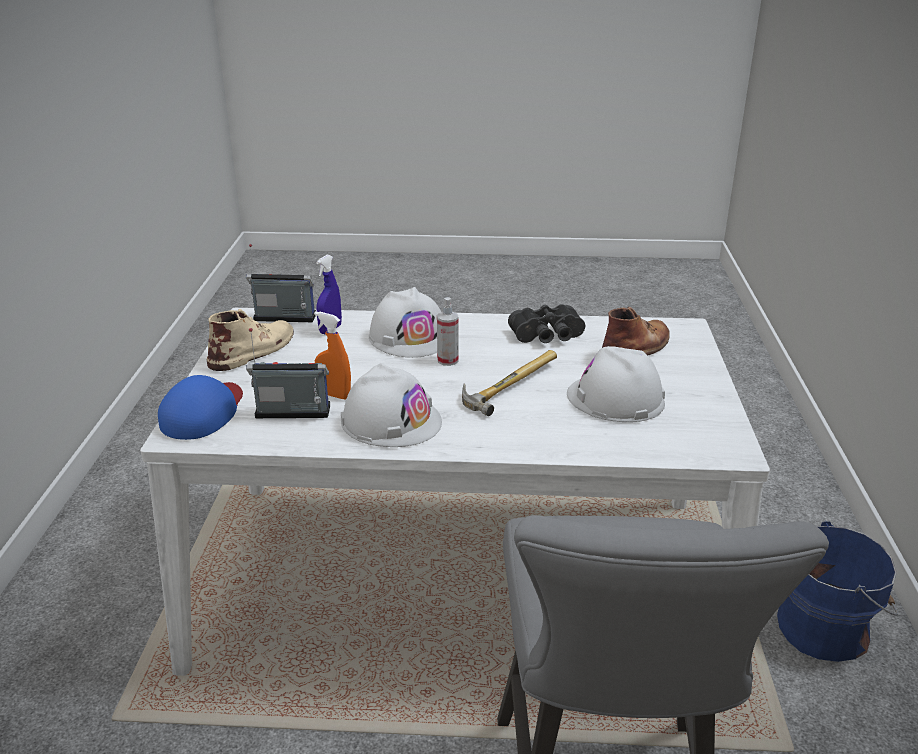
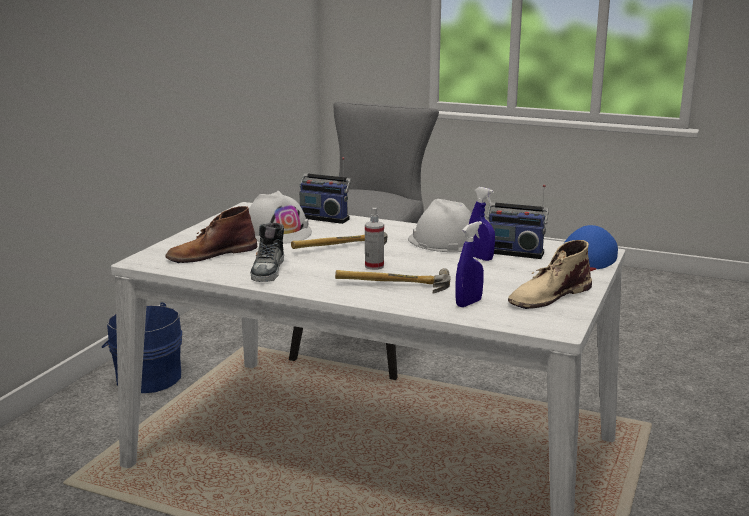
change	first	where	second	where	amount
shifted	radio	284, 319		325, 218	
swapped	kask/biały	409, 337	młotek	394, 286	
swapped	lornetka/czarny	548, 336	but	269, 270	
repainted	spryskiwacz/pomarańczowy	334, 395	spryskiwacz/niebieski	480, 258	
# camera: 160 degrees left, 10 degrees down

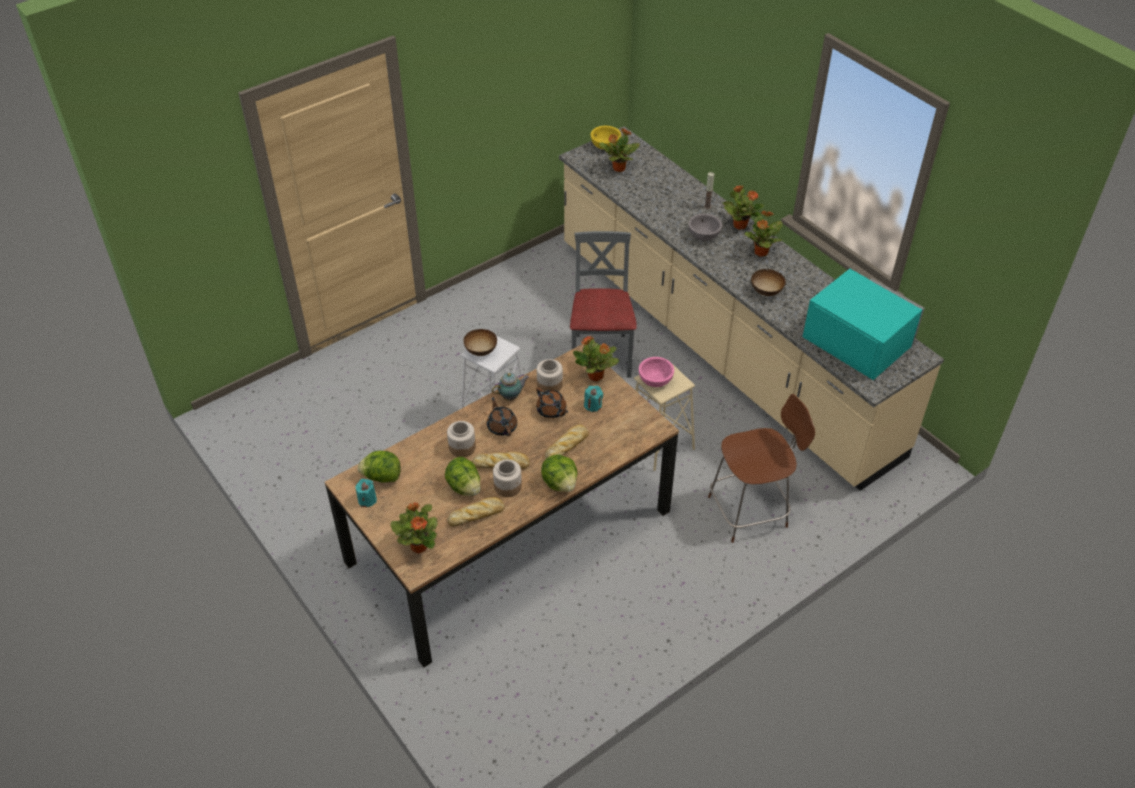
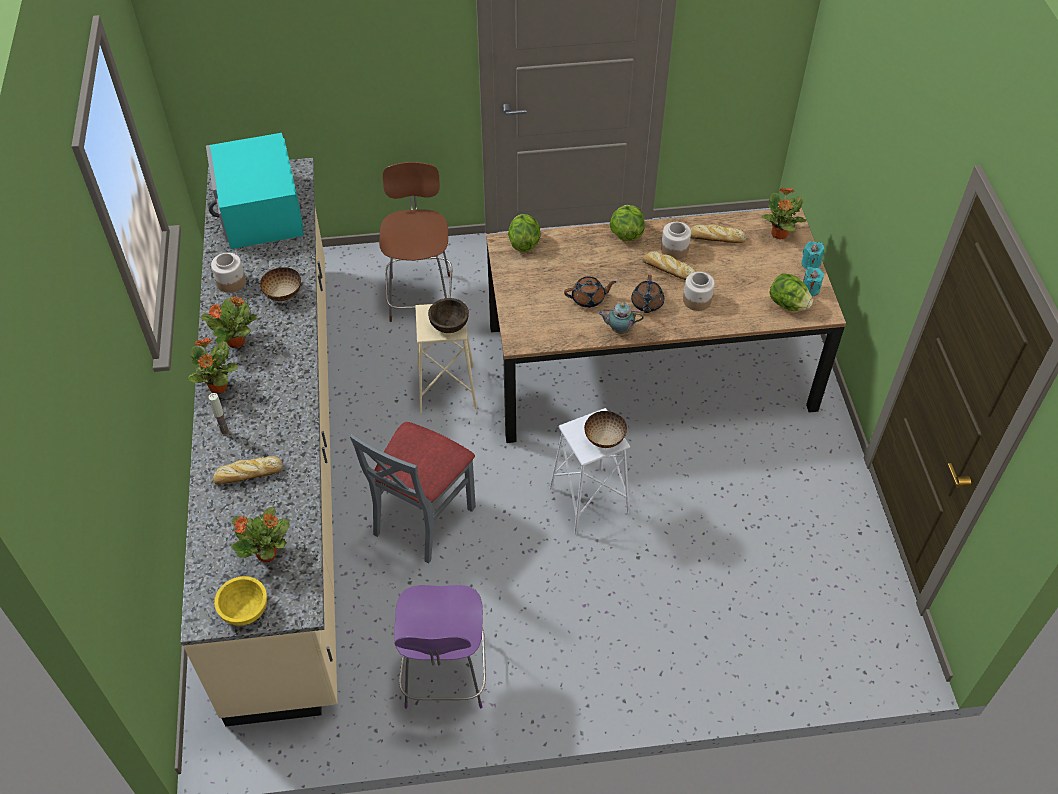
change	first	where	second	where	amount
gone	miska/szary	704, 235			
gone	roślina doniczkowa	596, 376			
repainted	miska/różowy	655, 380	miska/brązowy	449, 325	
shifted	słoik	549, 385		231, 282	
shifted	świeca/turkusowy	593, 405		810, 263	
rotated	imbryk/brązowy	551, 411		588, 299	90 degrees clockwise
rotated	krzesło/brązowy	750, 511		420, 295	75 degrees clockwise
shifted	chleb	567, 445		247, 475	
shifted	sałata	464, 487		523, 242	
new			krzesło/fioletowy	444, 676	
# camera: 150 degrees left, 5 degrees up

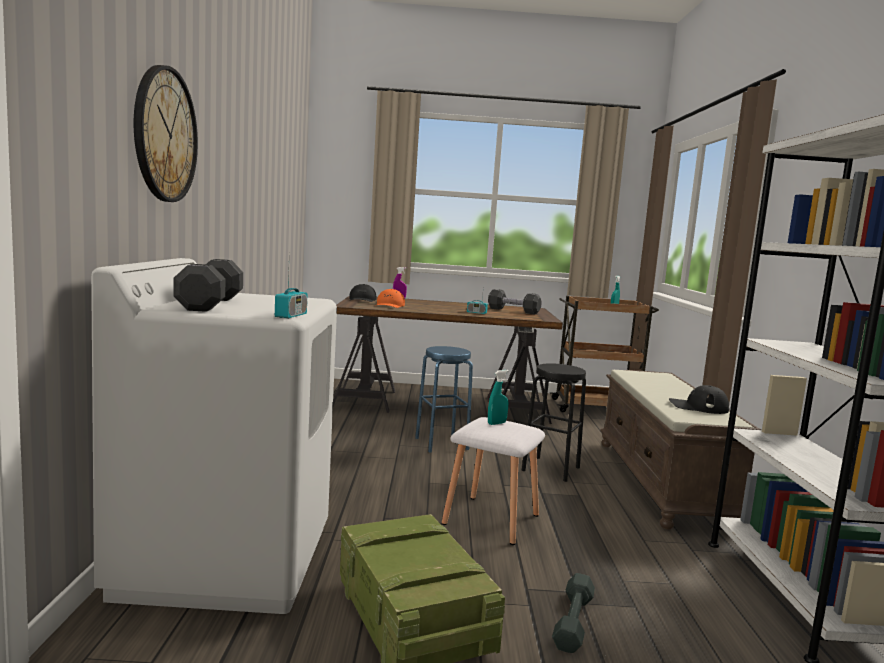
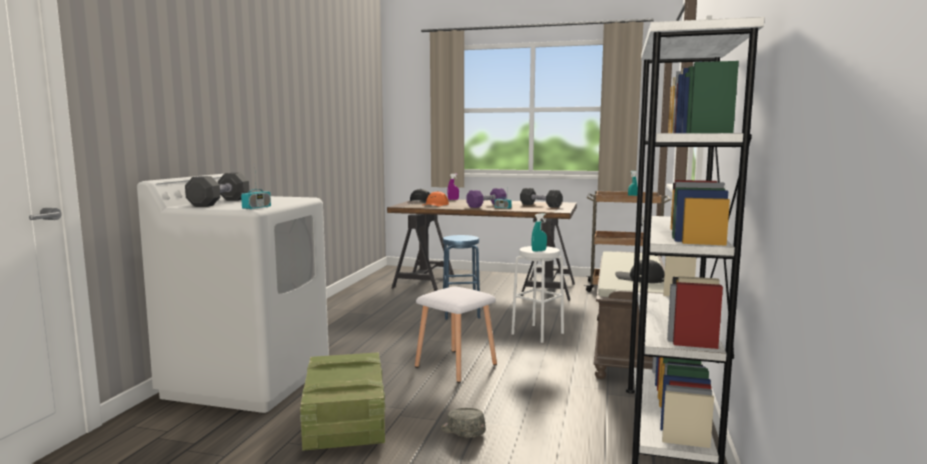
change	first	where	second	where	amount
gone	zegar ścienny	165, 135			
repainted	stołek/czarny	551, 469	stołek/biały	537, 333	
shifted	spryskiwacz/turkusowy	496, 423		539, 251	
swapped	hantel/szary	573, 621	czapka z daszkiem/szary	462, 431	
new			hantel/fioletowy	486, 206	
# camera: 15 degrees right, 0 degrees up

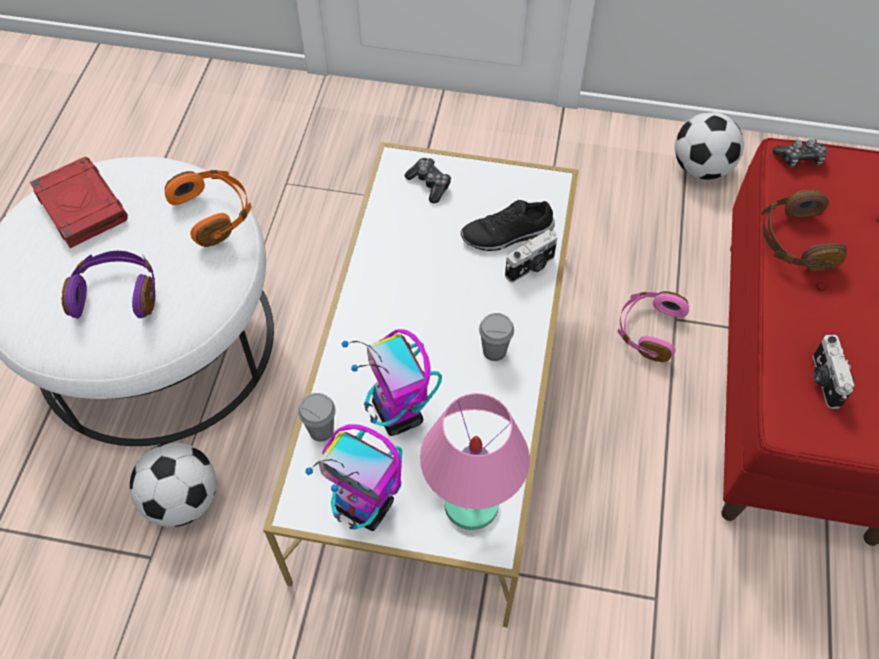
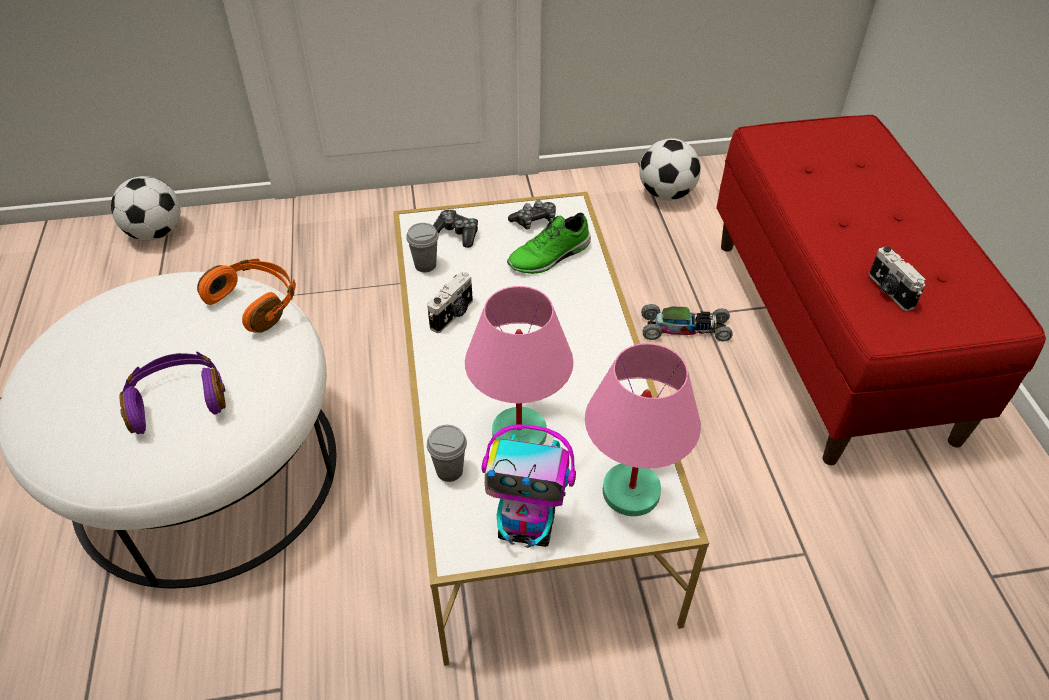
change	first	where	second	where	amount
shifted	pad do gier	799, 159		534, 221	
gone	książka/czerwony	80, 206			
gone	słuchawki/brązowy	794, 241			
repainted	but/czarny	507, 235	but/zielony	550, 257	
shifted	aparat fotograficzny	531, 267		453, 315	
swapped	słuchawki/różowy	648, 330	samochodzik	685, 329	
shifted	filiżanka/szary	494, 351		425, 265	
swapped	robot zabawkowy	398, 414	lampa stołowa/różowy	520, 433	
shifted	piłka futbolowa	182, 500		155, 233	
# camera: 20 degrees left, 10 degrees down

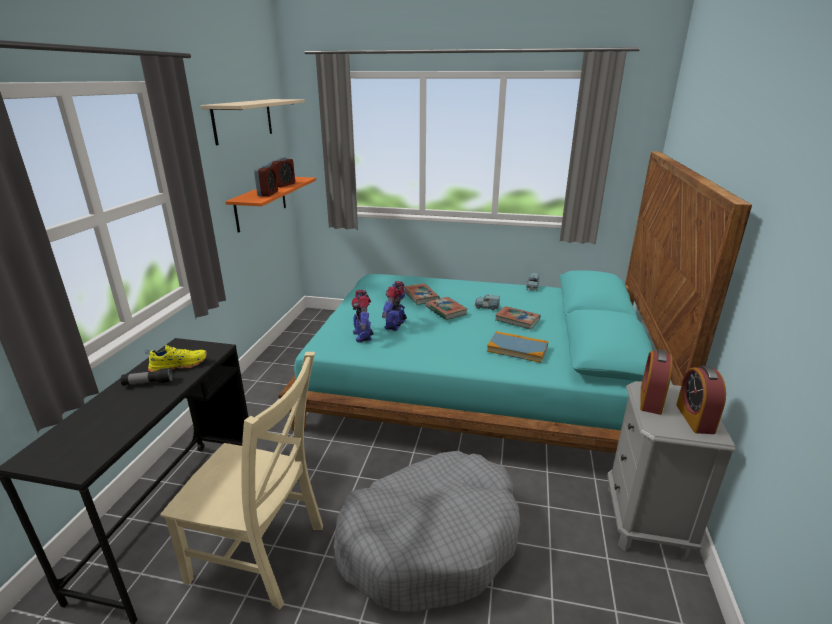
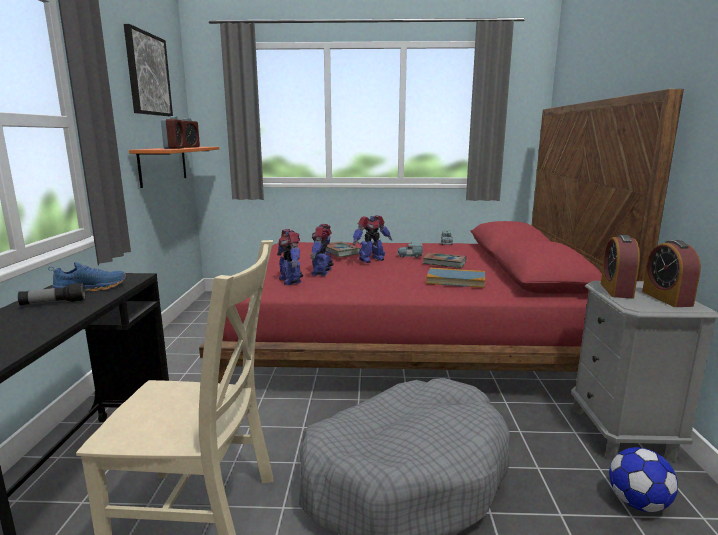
change	first	where	second	where	amount
swapped	półka/beżowy	243, 120	obraz	147, 74	
repainted	łóżko/turkusowy	476, 384	łóżko/czerwony	405, 338	
swapped	książka	446, 311	robot zabawkowy	371, 260	
repainted	but/żółty	179, 365	but/niebieski	90, 289	
new			piłka futbolowa	638, 503	
# camera: 10 degrees left, 10 degrees down

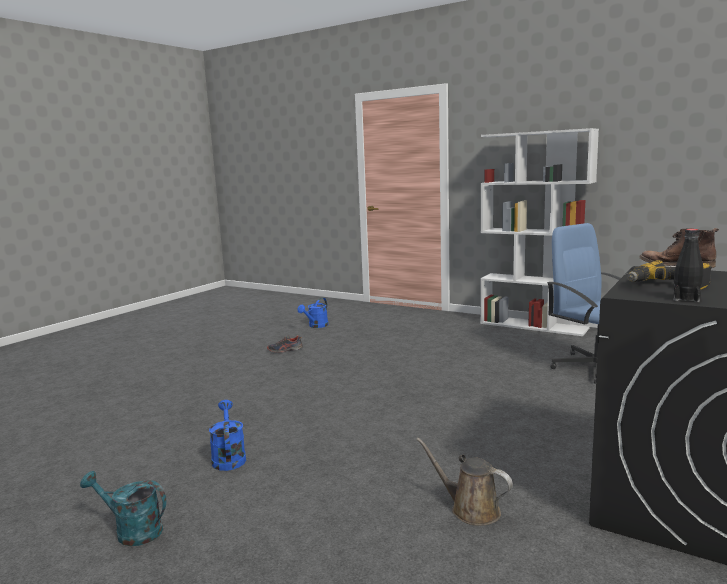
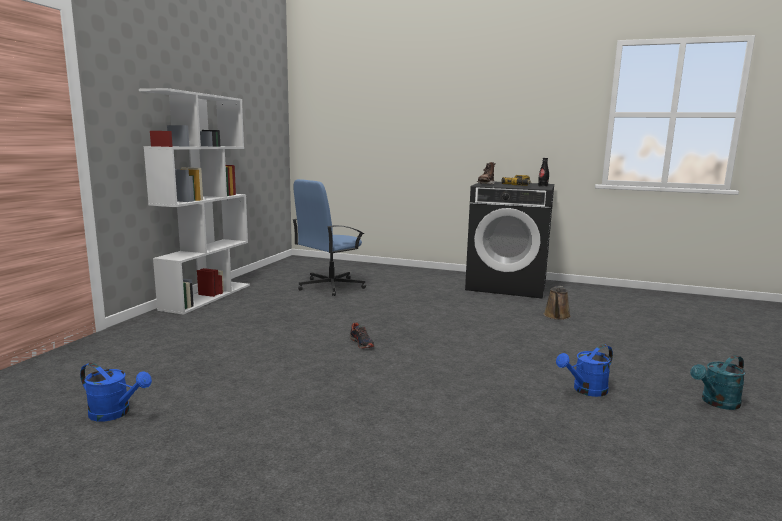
change	first	where	second	where	amount
shifted	but	285, 350		362, 343	
rotated	konewka/turkusowy	132, 531		716, 403	60 degrees clockwise
# camera: 105 degrees left, 0 degrees up

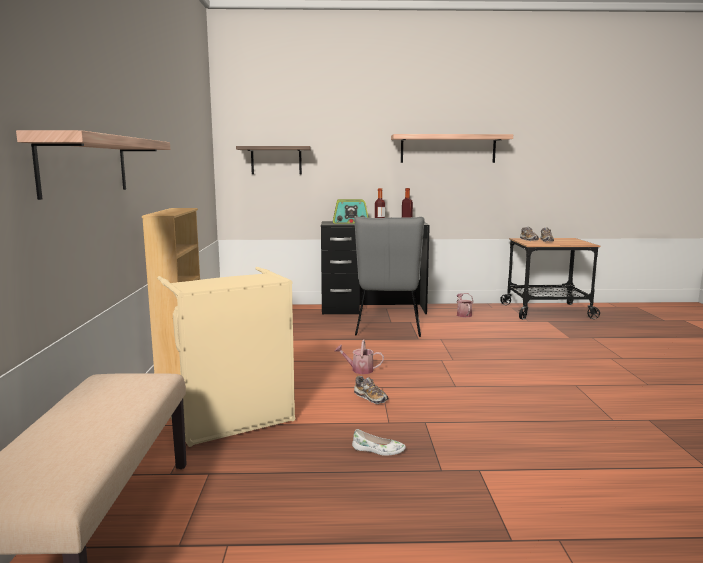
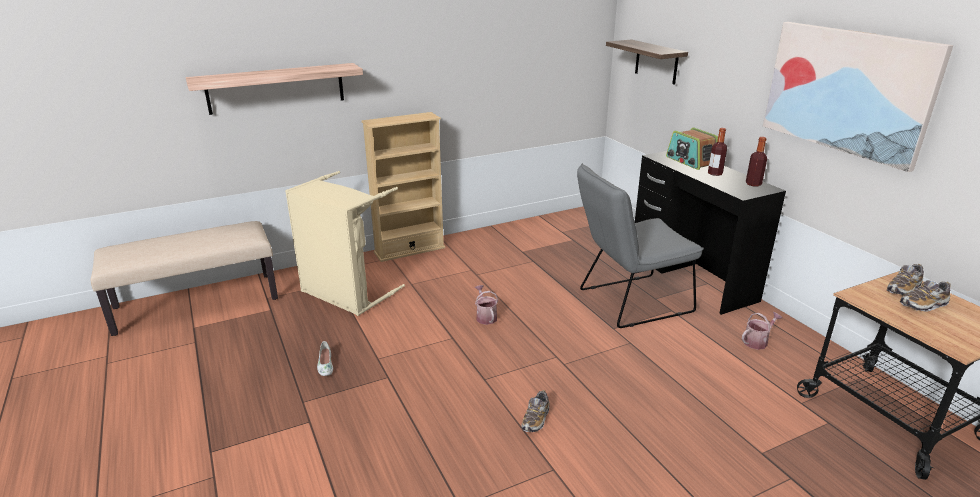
change	first	where	second	where	amount
swapped	półka	448, 149	obraz	847, 91	
shifted	but	370, 398		536, 419	
# camera: 65 degrees right, 15 degrees up

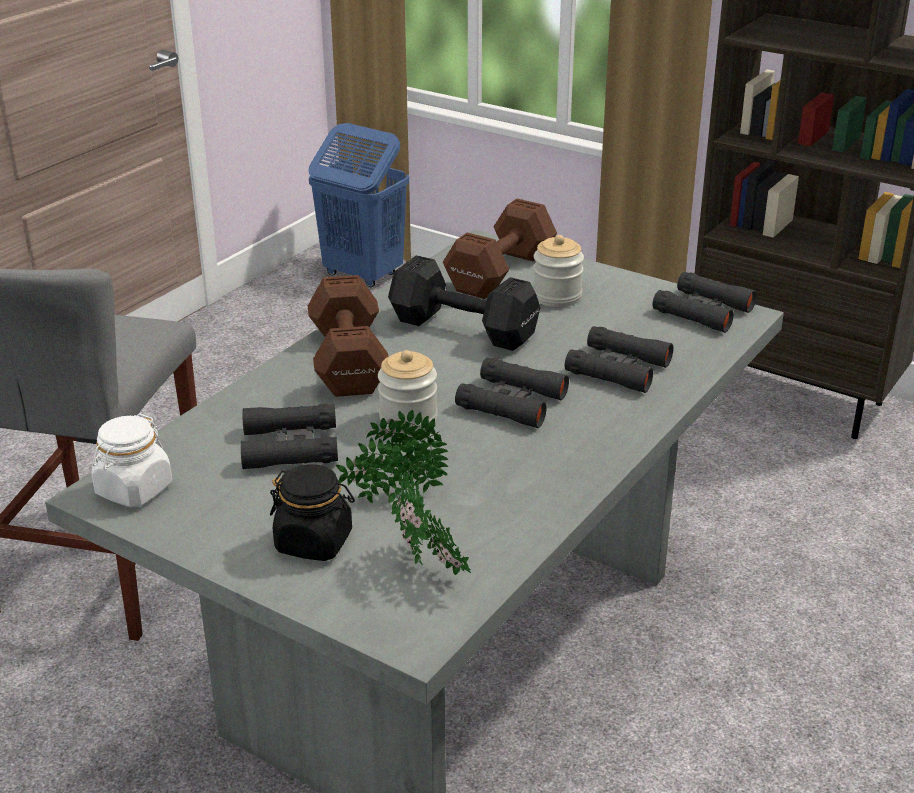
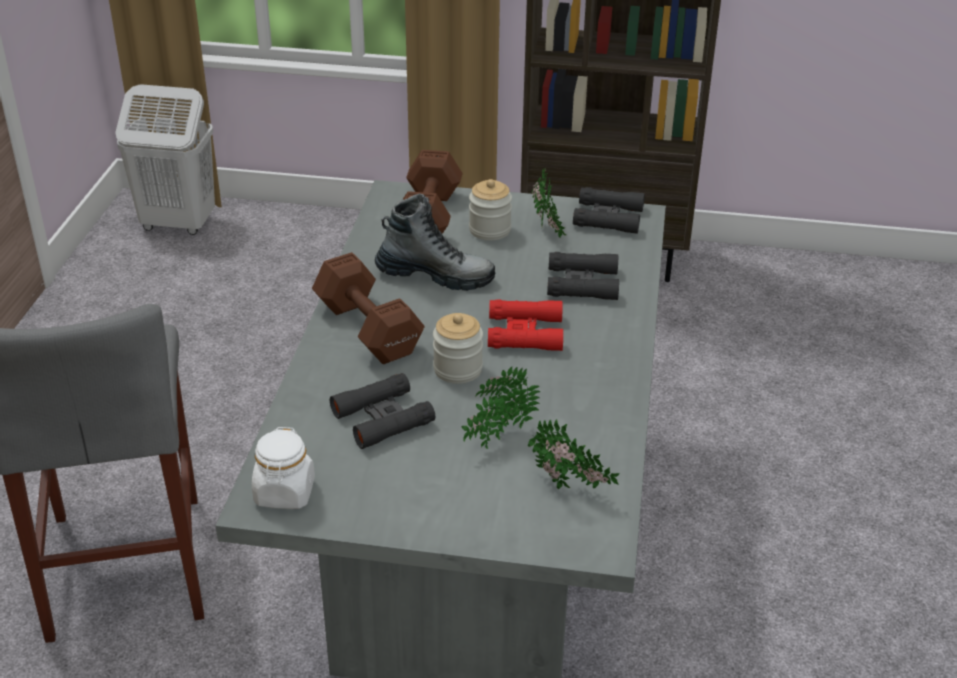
change	first	where	second	where	amount
repainted	kosz na pranie/niebieski	362, 275	kosz na pranie/biały	177, 224	
swapped	hantel/czarny	461, 327	but z cholewką	435, 276	
repainted	lornetka/czarny	512, 402	lornetka/czerwony	525, 333	
gone	słoik/czarny	314, 542			
new			roślina doniczkowa	547, 232	
# camera: 25 degrees left, 5 degrees up

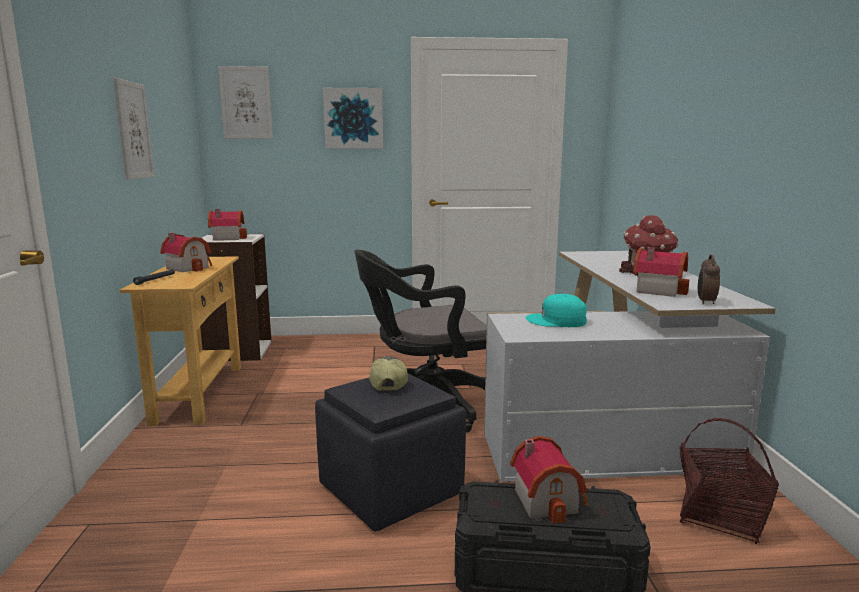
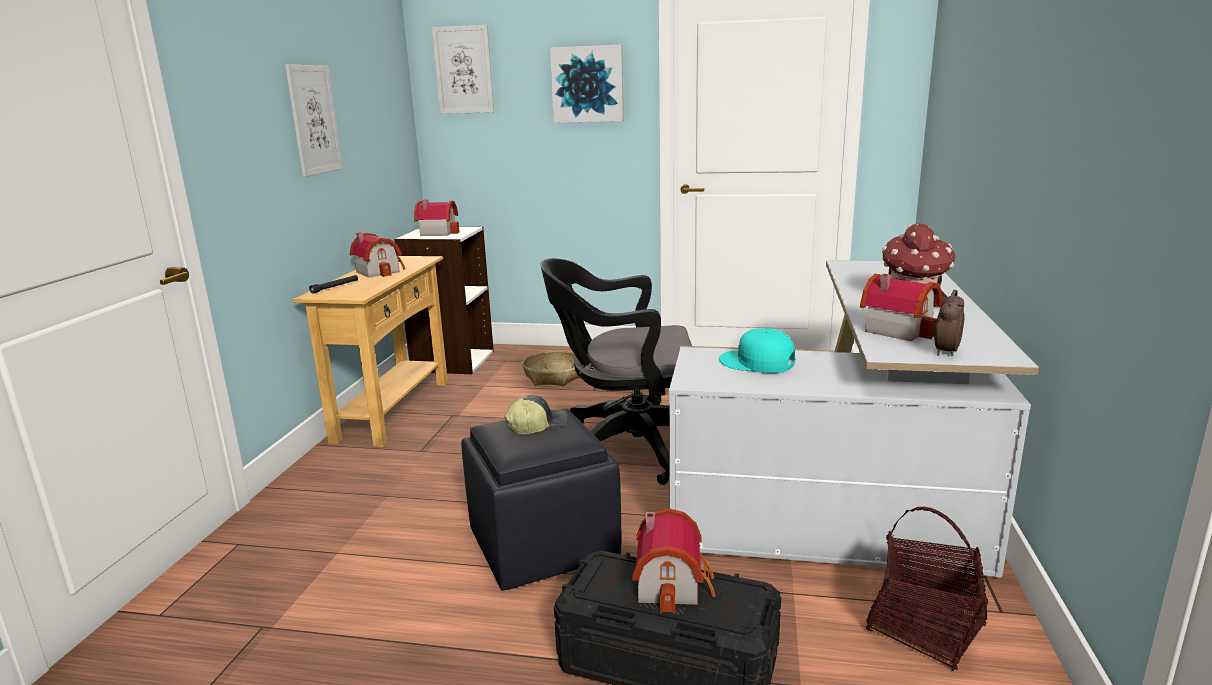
change	first	where	second	where	amount
rotated	czapka z daszkiem	387, 383		537, 426	45 degrees clockwise
new			koszyk	554, 376	
# camera: 15 degrees right, 5 degrees up

